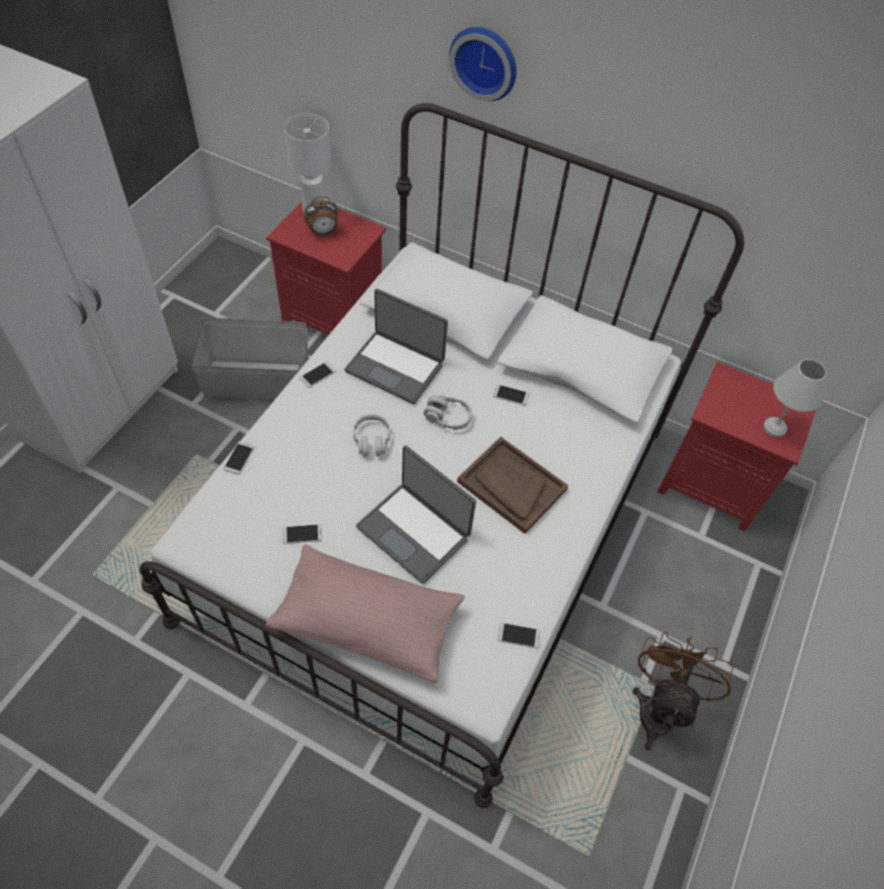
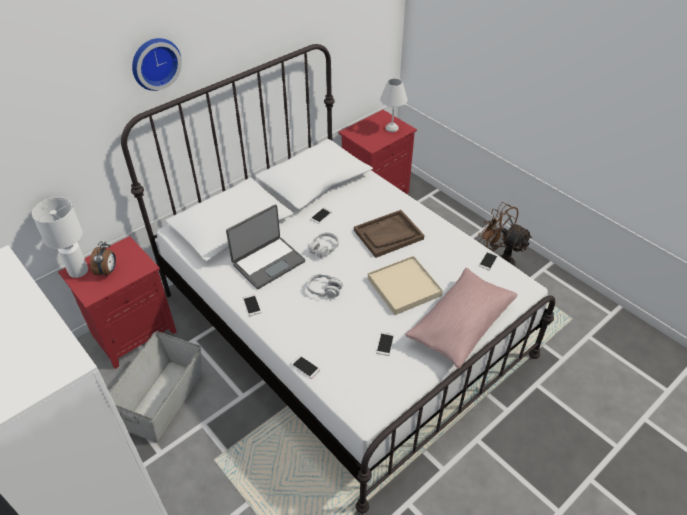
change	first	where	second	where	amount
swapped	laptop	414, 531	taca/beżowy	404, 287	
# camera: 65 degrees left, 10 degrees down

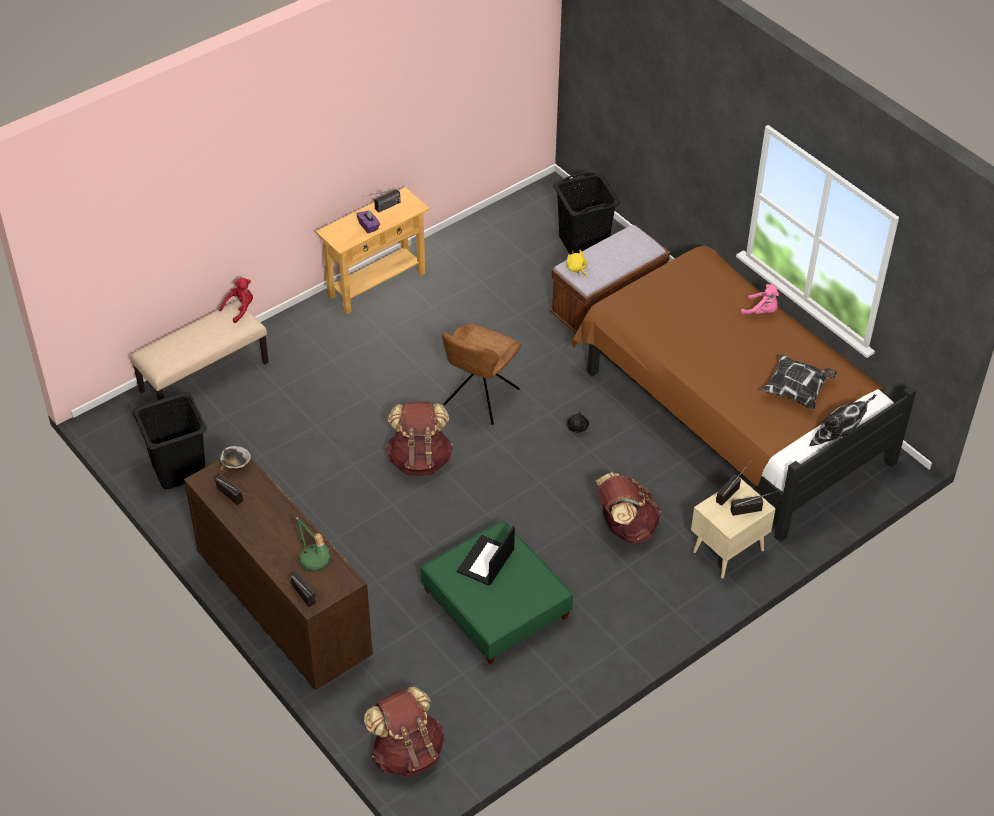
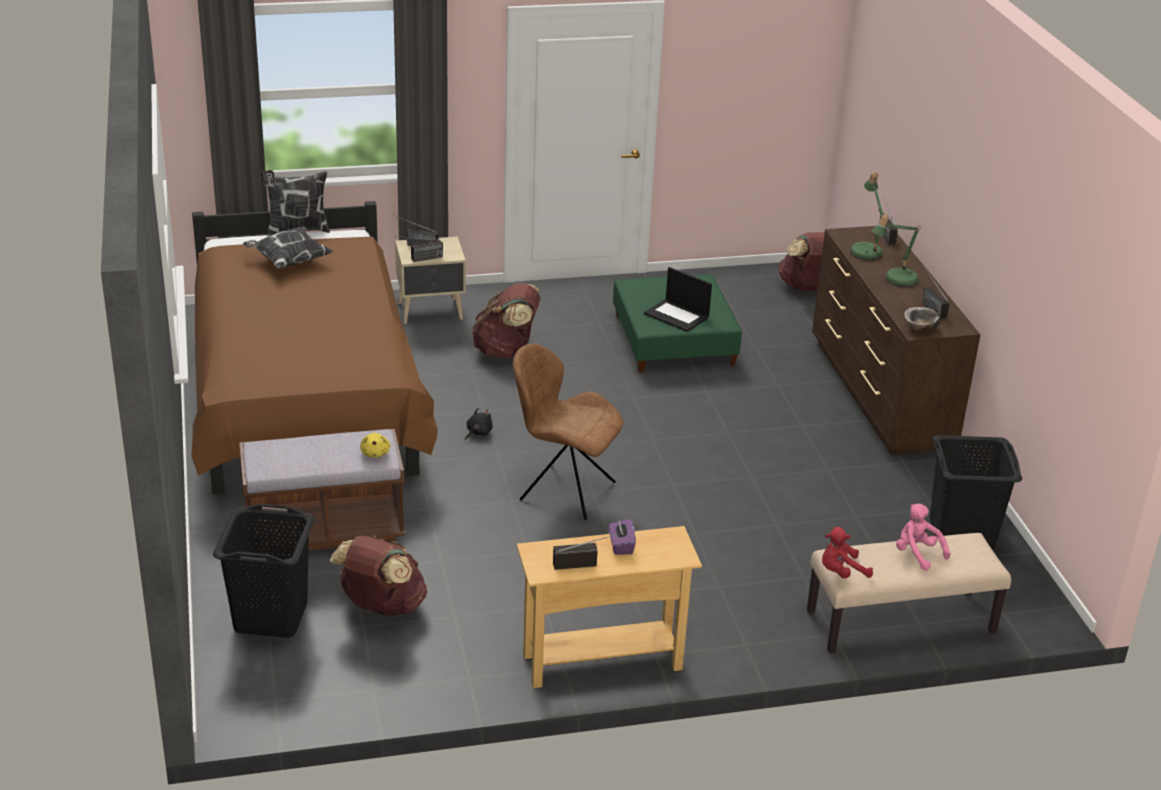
change	first	where	second	where	amount
shifted	pluszak/różowy	761, 311		917, 554	
rotated	krzesło/brązowy	480, 399		564, 490	120 degrees counterclockwise
shifted	plecak/brązowy	419, 460		381, 607	
rotated	laptop	486, 561		677, 315	75 degrees clockwise
new			lampa stołowa	896, 280	
# camera: 155 degrees left, 15 degrees down

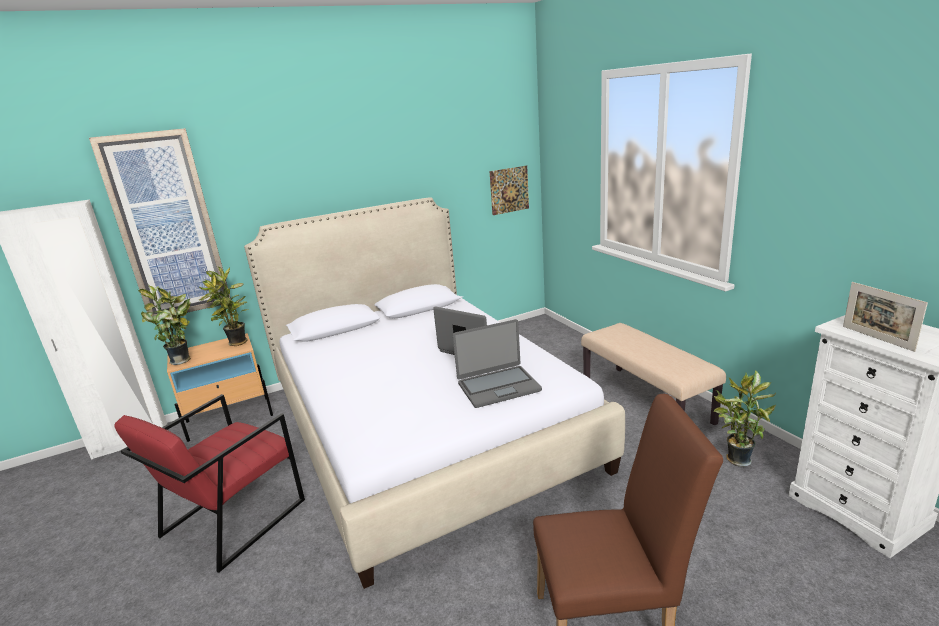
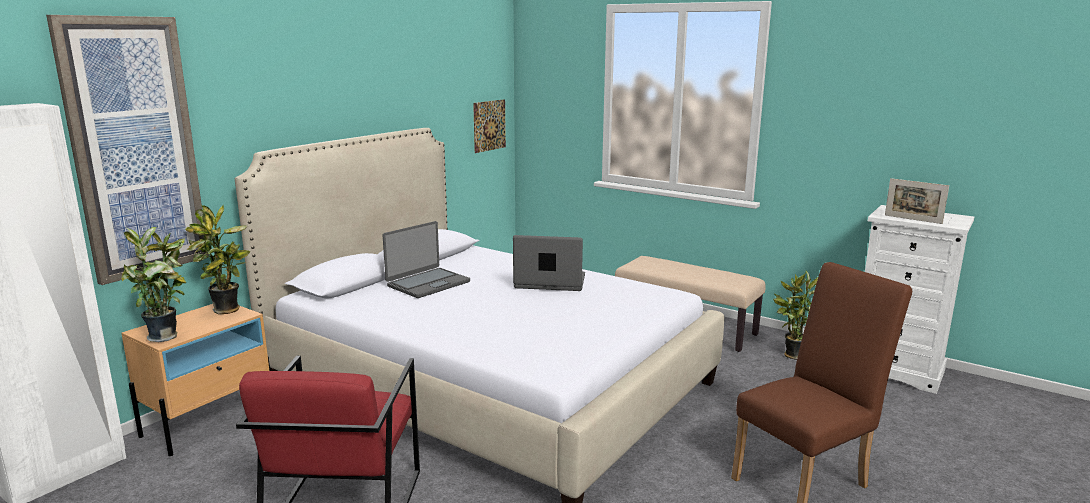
change	first	where	second	where	amount
shifted	laptop	498, 387		427, 284	
# camera: 30 degrees left, 5 degrees down

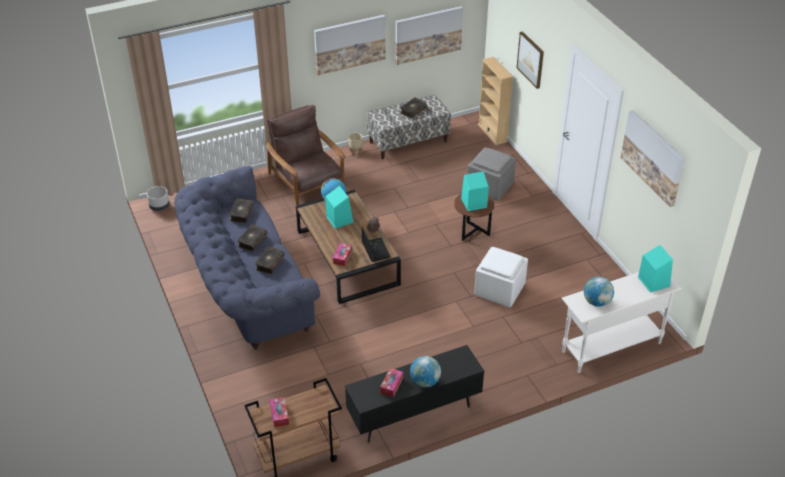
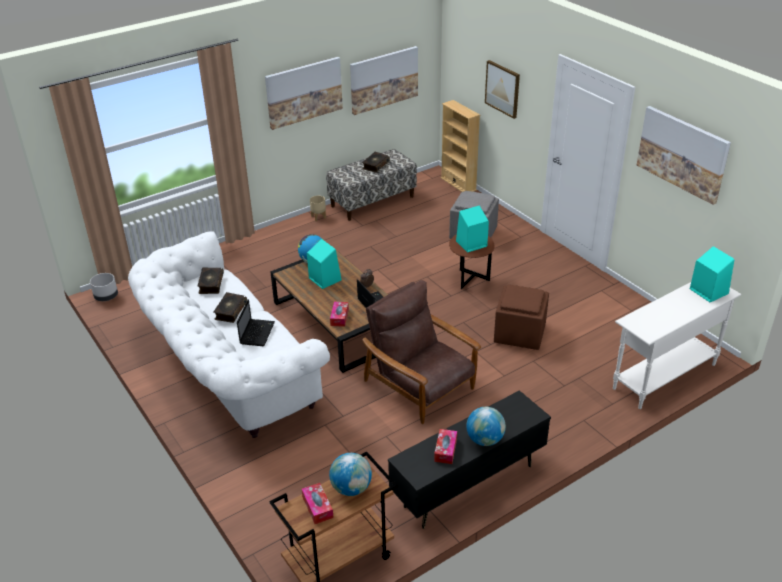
change	first	where	second	where	amount
shifted	fotel/brązowy	306, 182		420, 385	
repainted	kanapa/niebieski	245, 286	kanapa/biały	226, 369	
swapped	książka	269, 263	laptop	257, 332	
repainted	pufa/biały	499, 290	pufa/brązowy	519, 333	
shifted	globus	597, 302		351, 488	
# camera: 10 degrees left, 5 degrees down

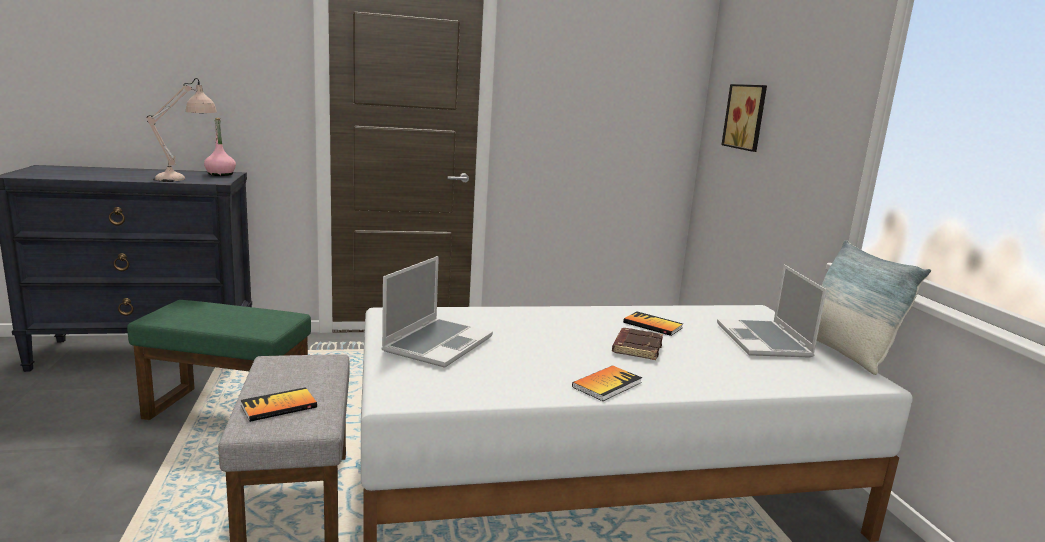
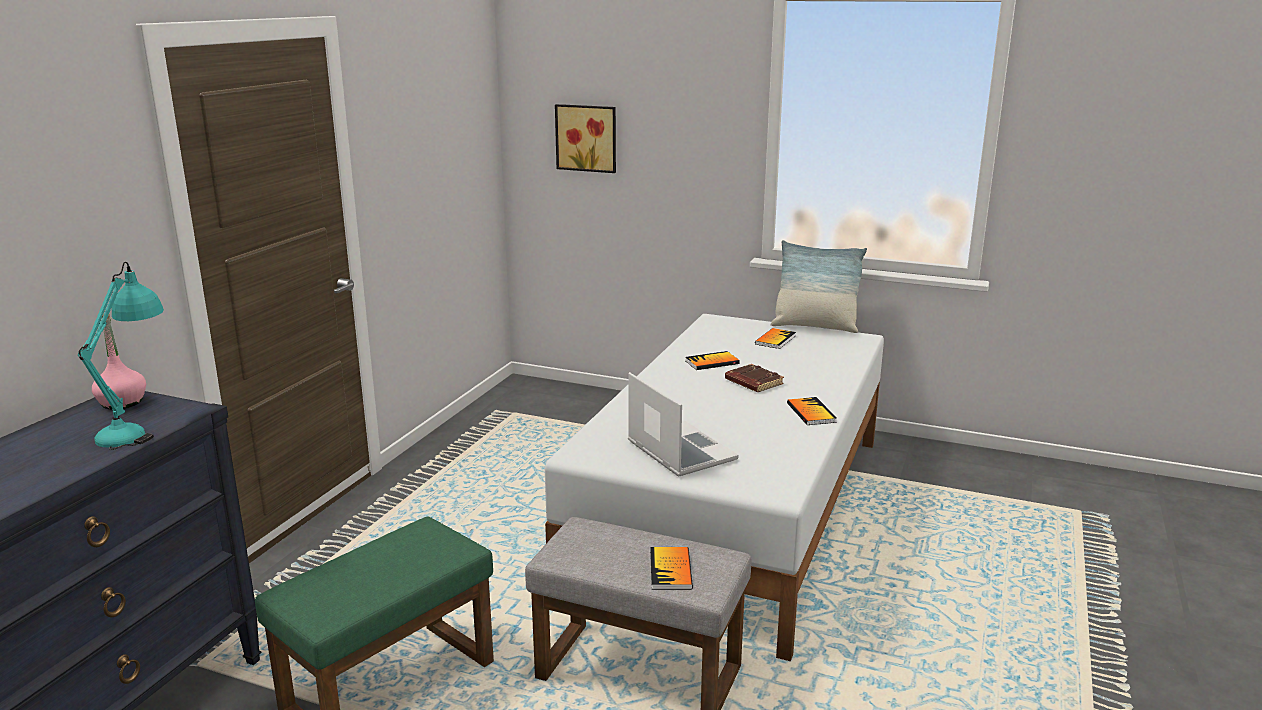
change	first	where	second	where	amount
repainted	lampa stołowa/beżowy	186, 179	lampa stołowa/turkusowy	139, 427	
swapped	laptop	764, 341	książka	775, 340	
# camera: 55 degrees left, 5 degrees up

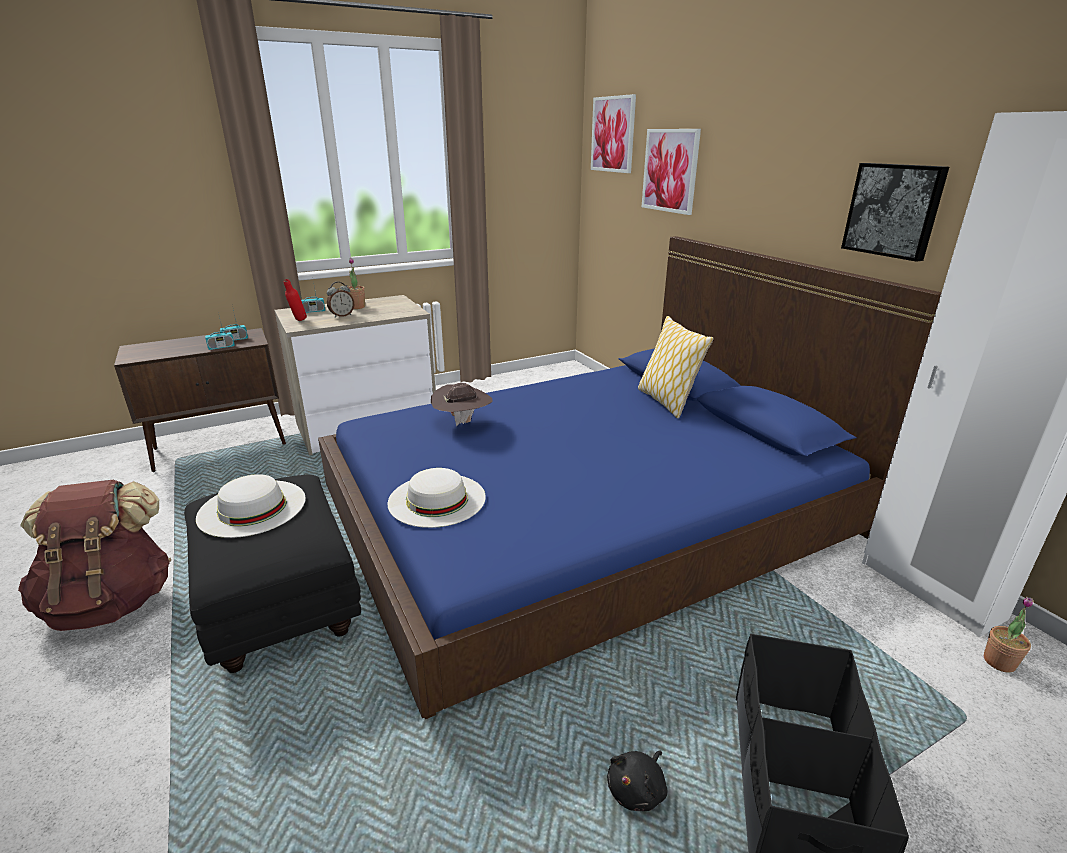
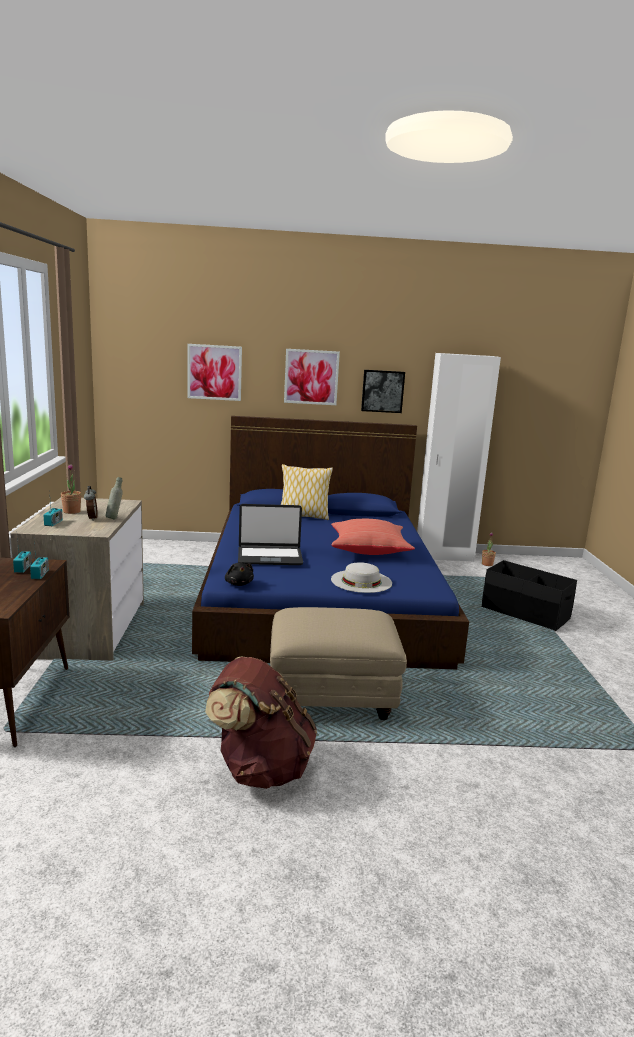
change	first	where	second	where	amount
shifted	obraz	613, 134		311, 377	
gone	butelka/czerwony	298, 321			
swapped	kapelusz/brązowy	463, 422	laptop	270, 557	
gone	kapelusz/biały	252, 507			
repainted	pufa/czarny	282, 608	pufa/beżowy	332, 697	
shifted	pluszak/czarny	637, 790		239, 583	
new			butelka/szary	115, 518	
new			poduszka/czerwony	368, 551	
# camera: 65 degrees left, 10 degrees down

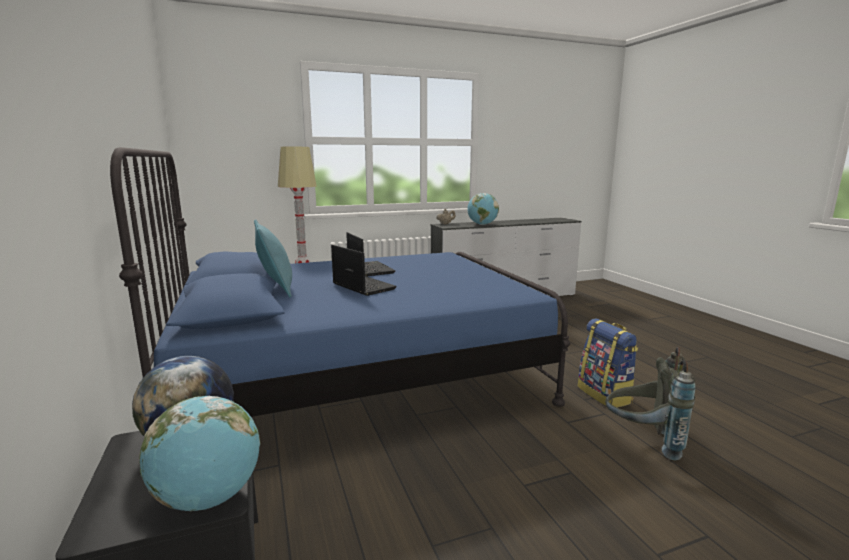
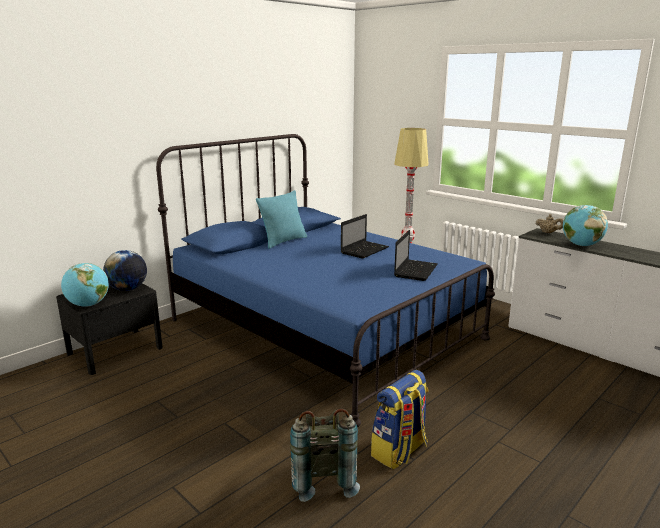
change	first	where	second	where	amount
shifted	laptop	362, 286		416, 270	
# camera: 65 degrees right, 5 degrees up

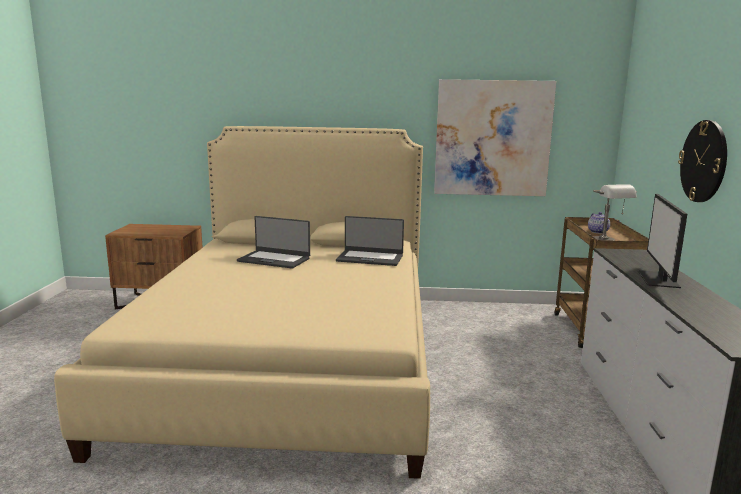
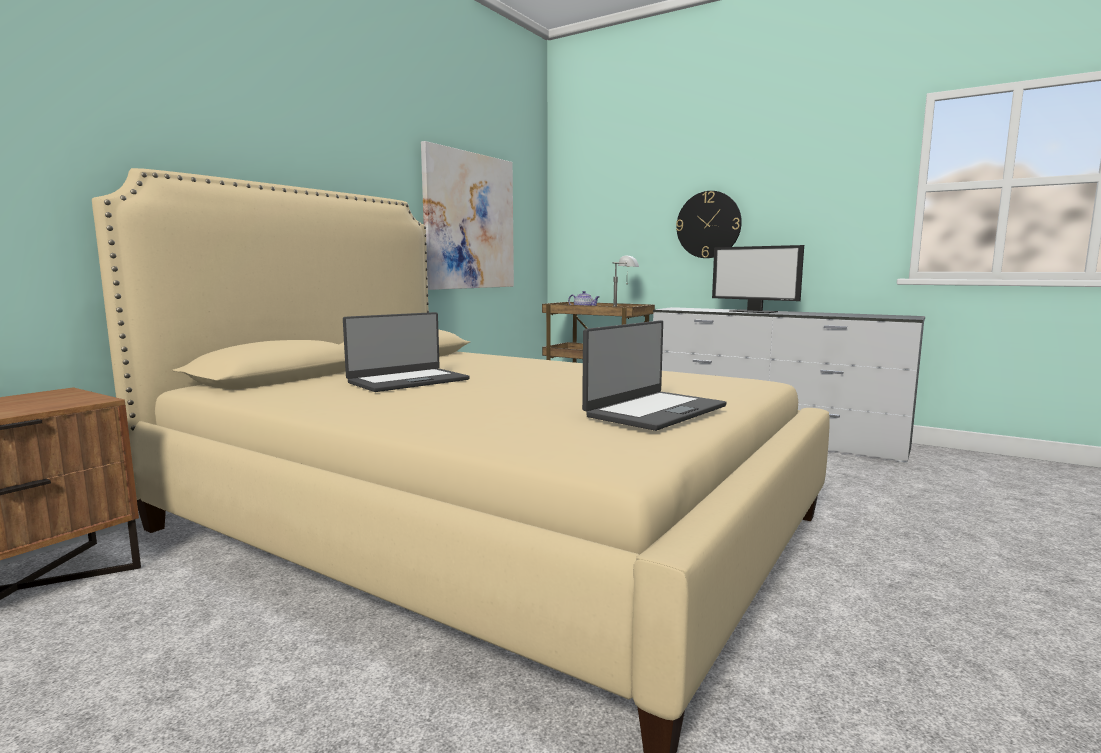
change	first	where	second	where	amount
shifted	laptop	370, 258		654, 411	
# camera: 60 degrees left, 5 degrees down

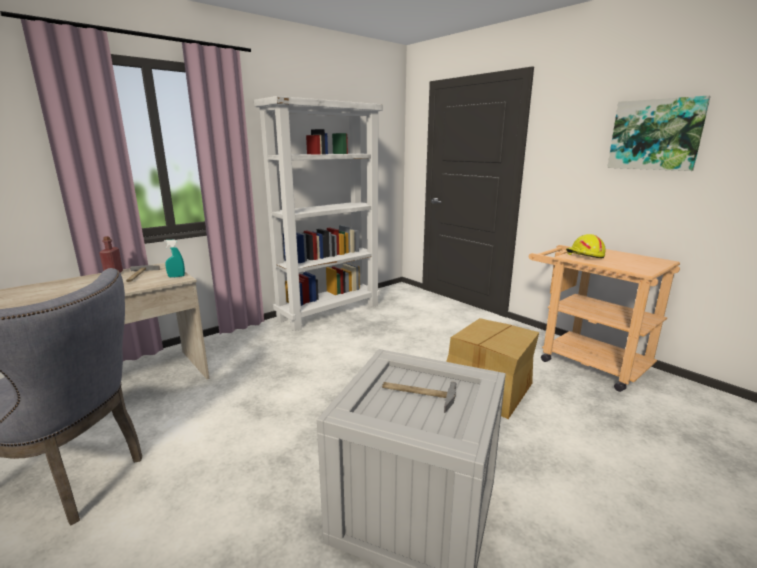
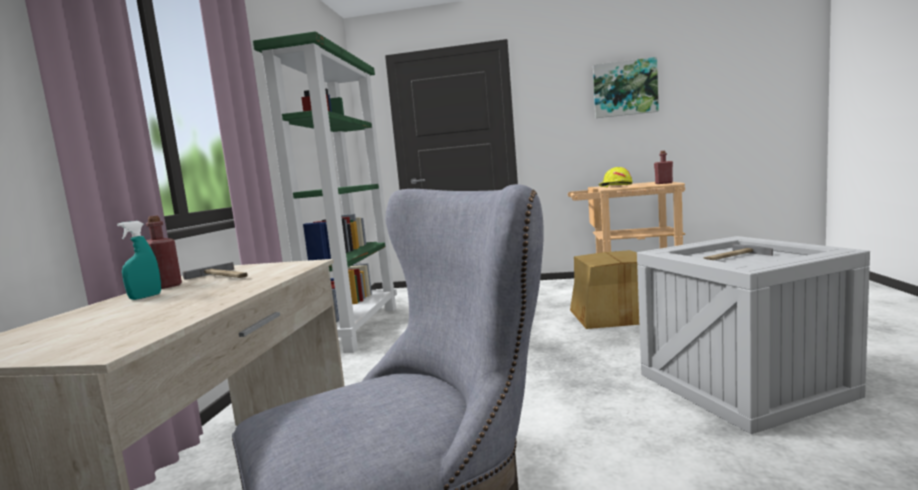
change	first	where	second	where	amount
repainted	regał/biały	329, 312	regał/zielony	355, 328	
shifted	spryskiwacz/turkusowy	176, 276		145, 297	
new			butelka/czerwony	663, 183	
# camera: 40 degrees left, 10 degrees down

